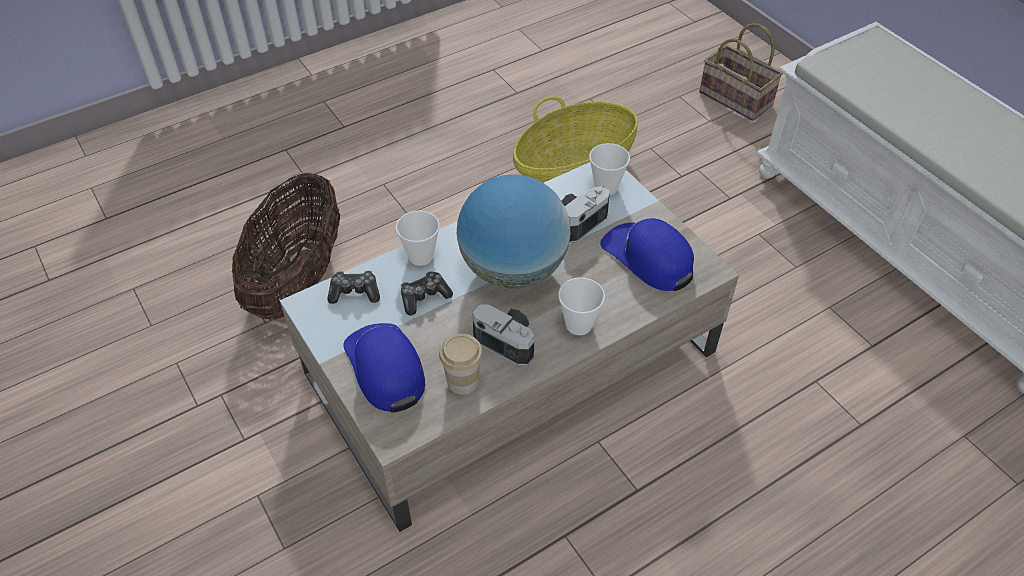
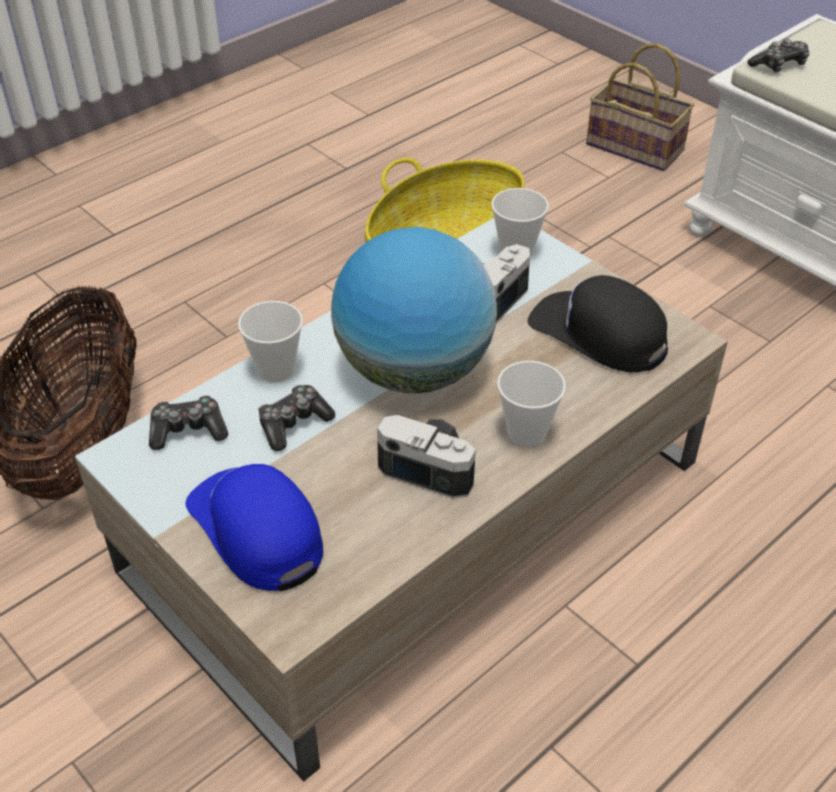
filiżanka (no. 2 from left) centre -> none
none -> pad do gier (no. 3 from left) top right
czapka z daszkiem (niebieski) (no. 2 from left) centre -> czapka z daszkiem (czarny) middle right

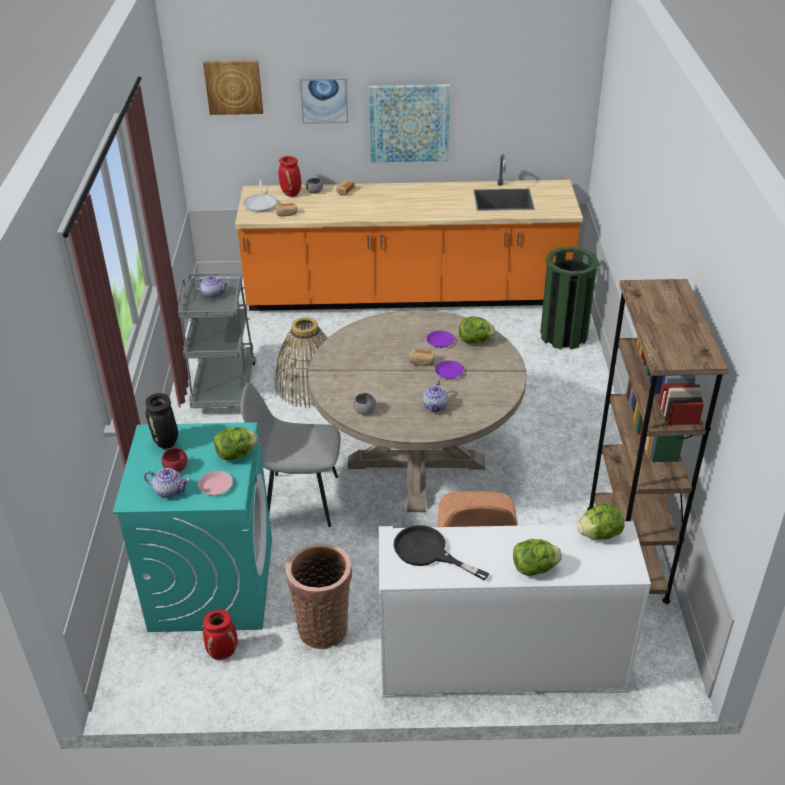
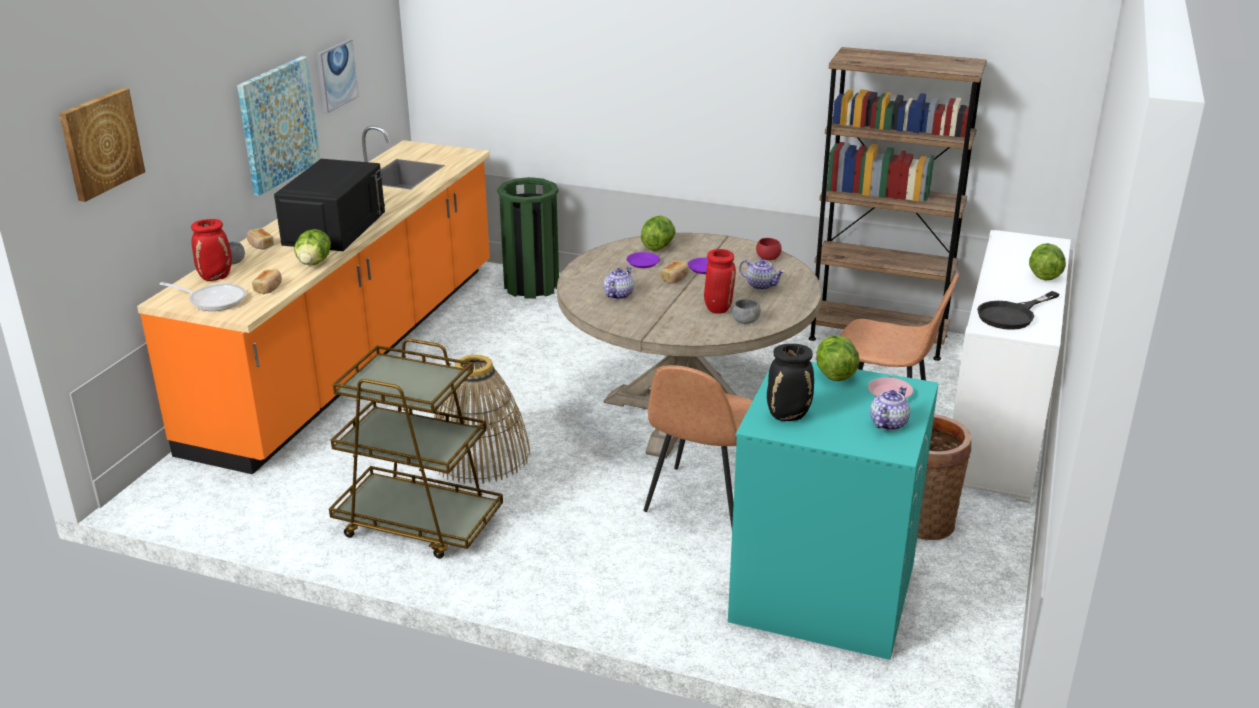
none -> mikrofalówka (czarny) top left
miska (czerwony) middle left -> miska (czerwony) centre, relocated
imbryk (no. 2 from left in the first image) middle left -> imbryk (no. 1 from left) centre, relocated
wazon (czerwony) (no. 1 from left in the first image) bottom left -> wazon (czerwony) (no. 2 from left) centre, relocated
obraz (no. 2 from left in the first image) top centre -> obraz (no. 3 from left) top left, relocated
sałata (no. 4 from left in the first image) middle right -> sałata (no. 1 from left) middle left, relocated
wózek (szary) middle left -> wózek (brązowy) middle left
krzesło (szary) centre -> krzesło (brązowy) (no. 1 from left) centre

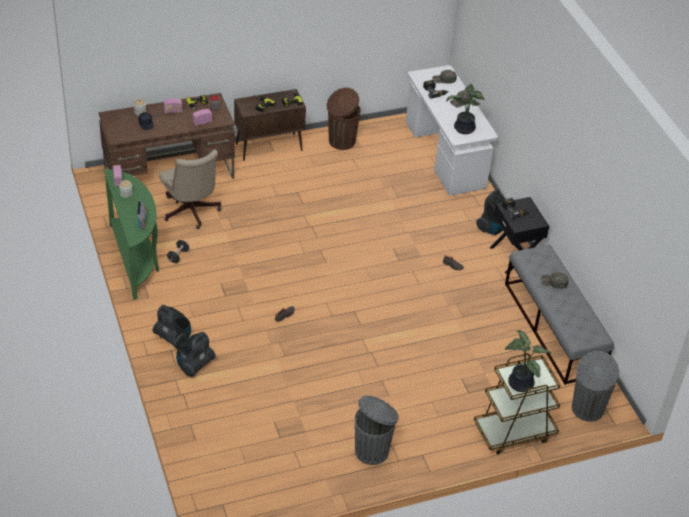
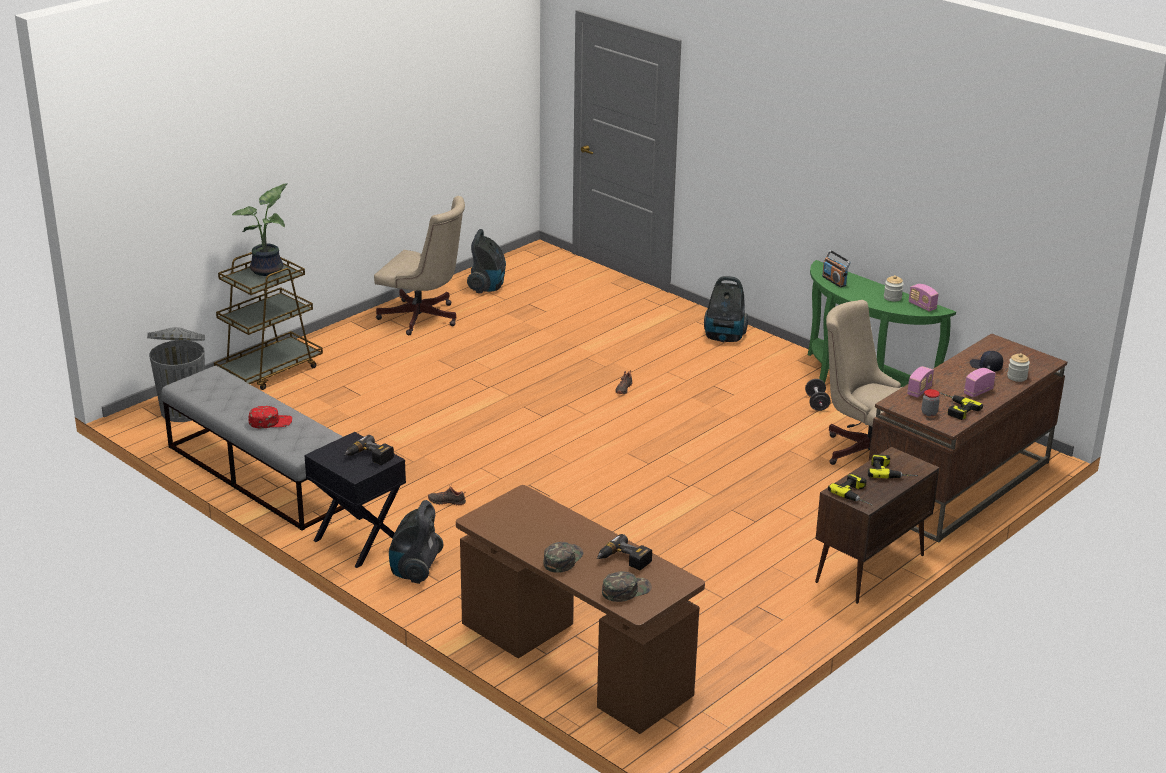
kosz na śmieci (brązowy) top centre -> none
roślina doniczkowa (no. 1 from left) top right -> none
odkurzacz (no. 2 from left) bottom left -> odkurzacz (no. 2 from left) centre, relocated
kosz na śmieci (szary) (no. 1 from left) bottom centre -> krzesło biurowe (beżowy) (no. 1 from left) centre
biurko (biały) top centre -> biurko (brązowy) (no. 1 from left) bottom centre
czapka z daszkiem (zielony) (no. 3 from left) middle right -> czapka z daszkiem (czerwony) middle left

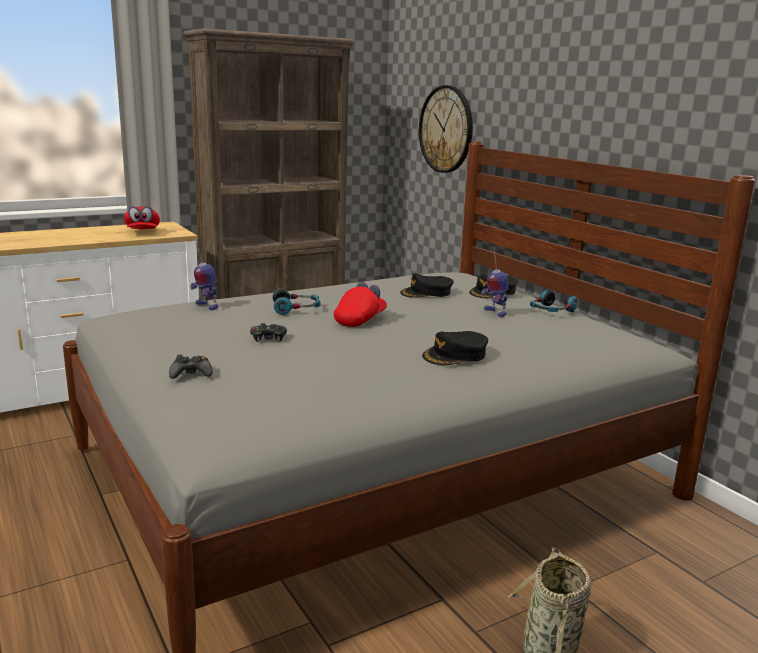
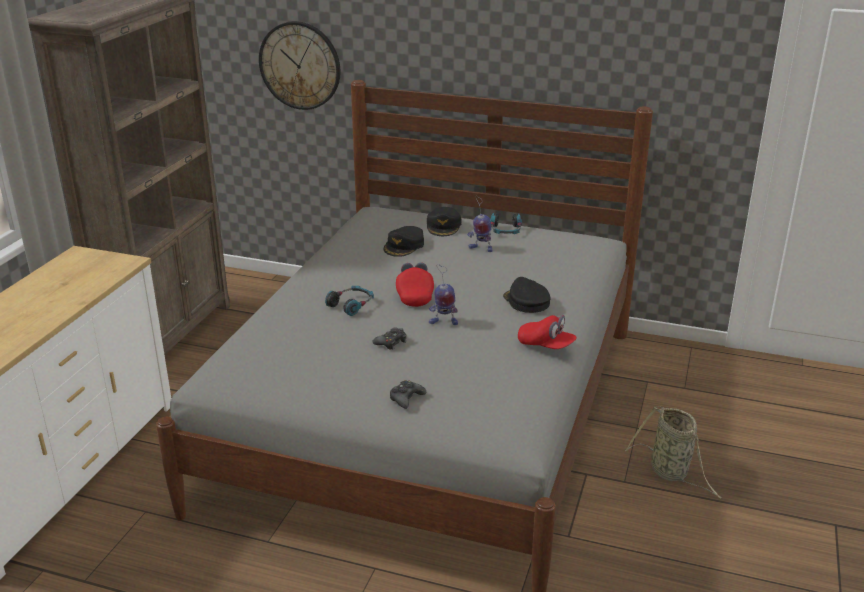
czapka z daszkiem (czerwony) (no. 1 from left in the first image) top left -> czapka z daszkiem (czerwony) (no. 2 from left) centre, relocated
robot zabawkowy (no. 1 from left) middle left -> robot zabawkowy (no. 1 from left) centre, relocated
czapka z daszkiem (czarny) (no. 2 from left in the first image) centre -> czapka z daszkiem (czarny) (no. 3 from left) centre, 135 degrees clockwise

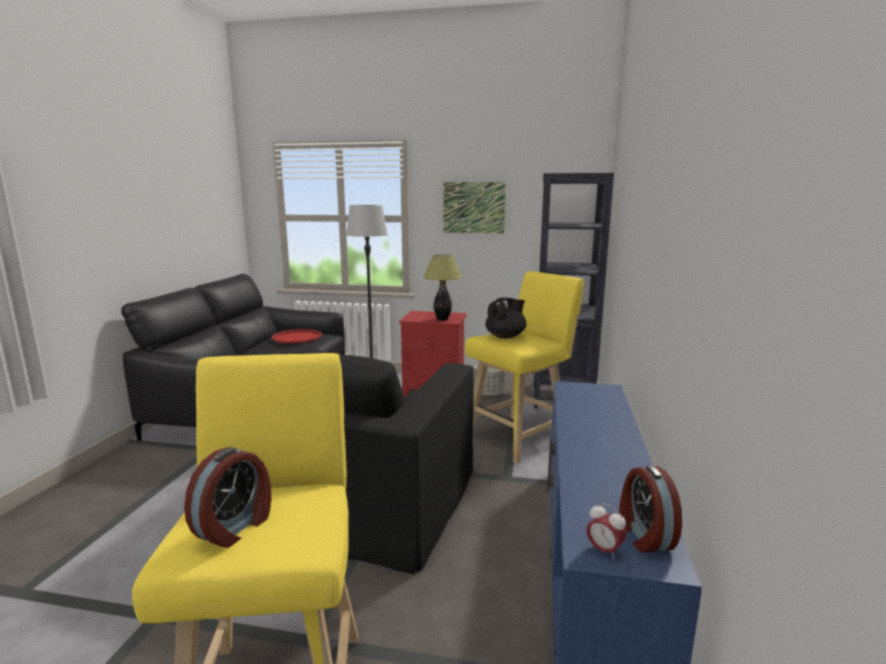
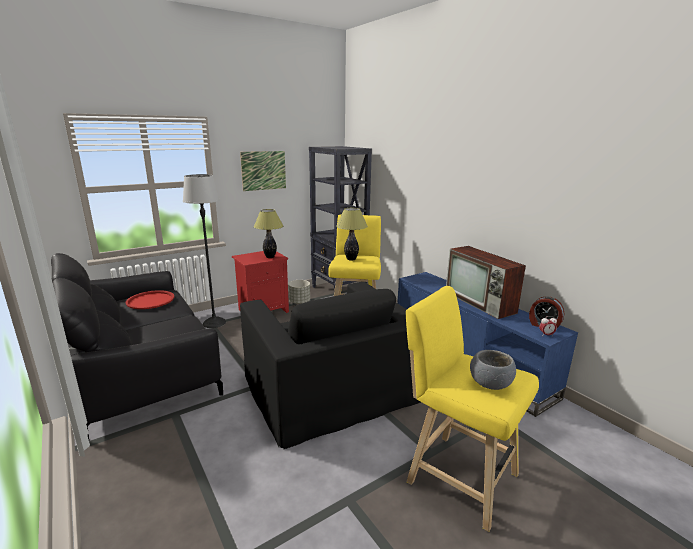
none -> telewizor middle right
budzik (no. 1 from left) bottom left -> miska (szary) bottom right
imbryk (czarny) centre -> lampa stołowa (no. 2 from left) centre

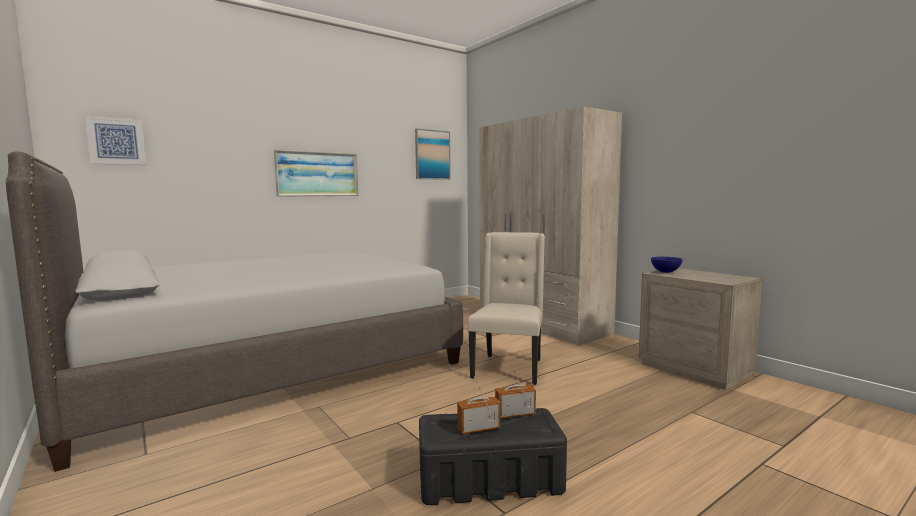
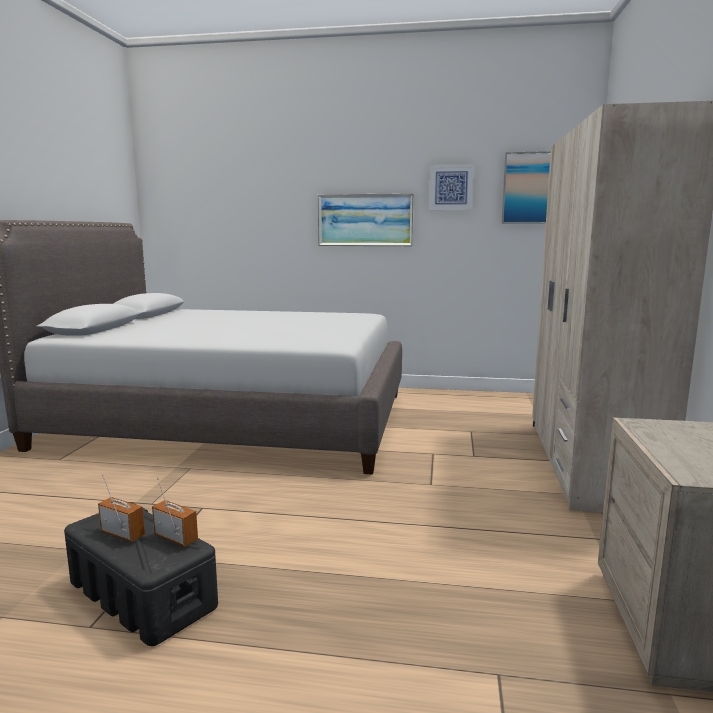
krzesło (beżowy) centre -> none
miska (niebieski) middle right -> none
obraz (no. 1 from left in the first image) top left -> obraz (no. 2 from left) top centre, relocated

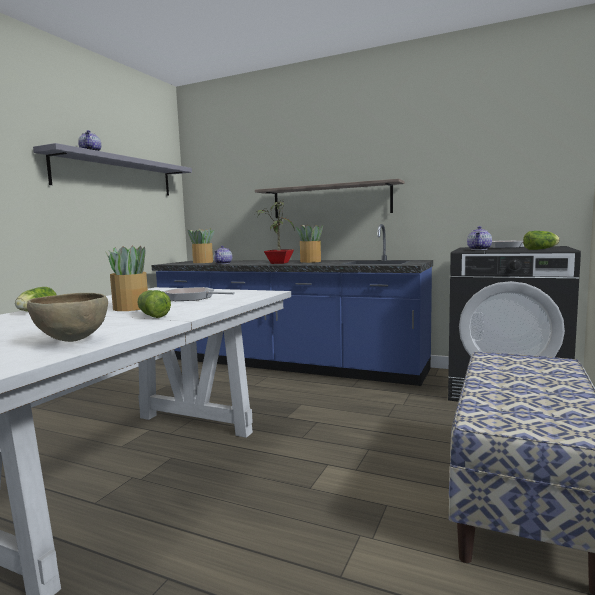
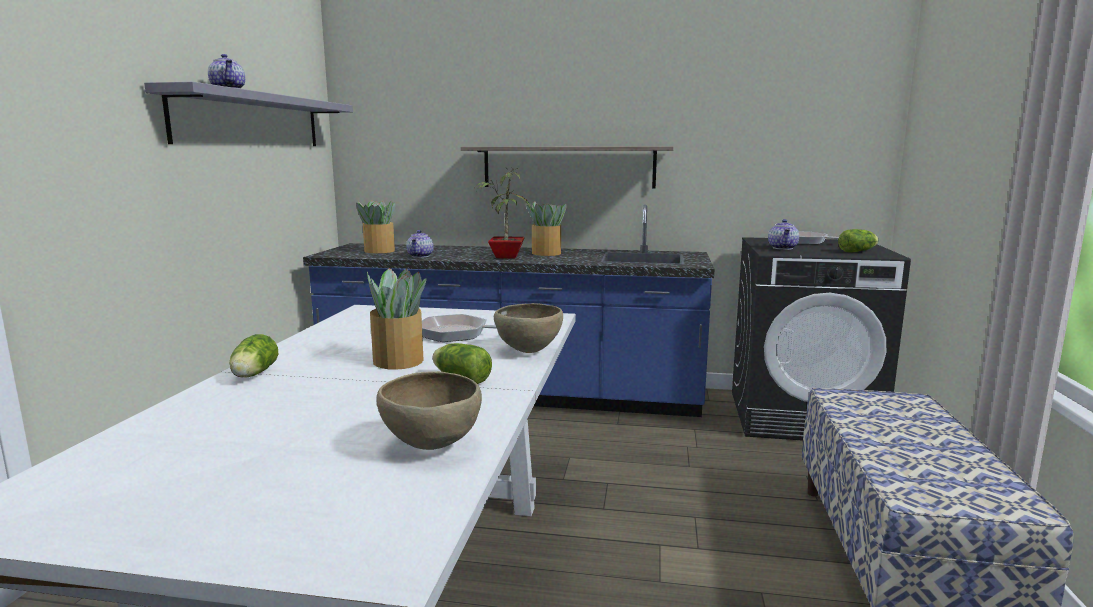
none -> miska (brązowy) (no. 2 from left) centre

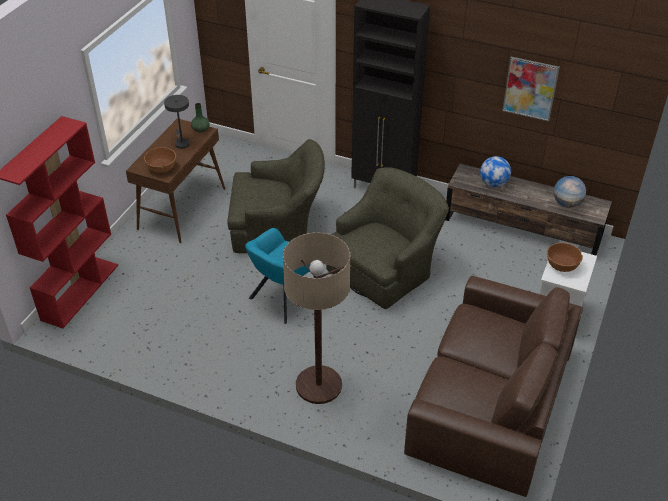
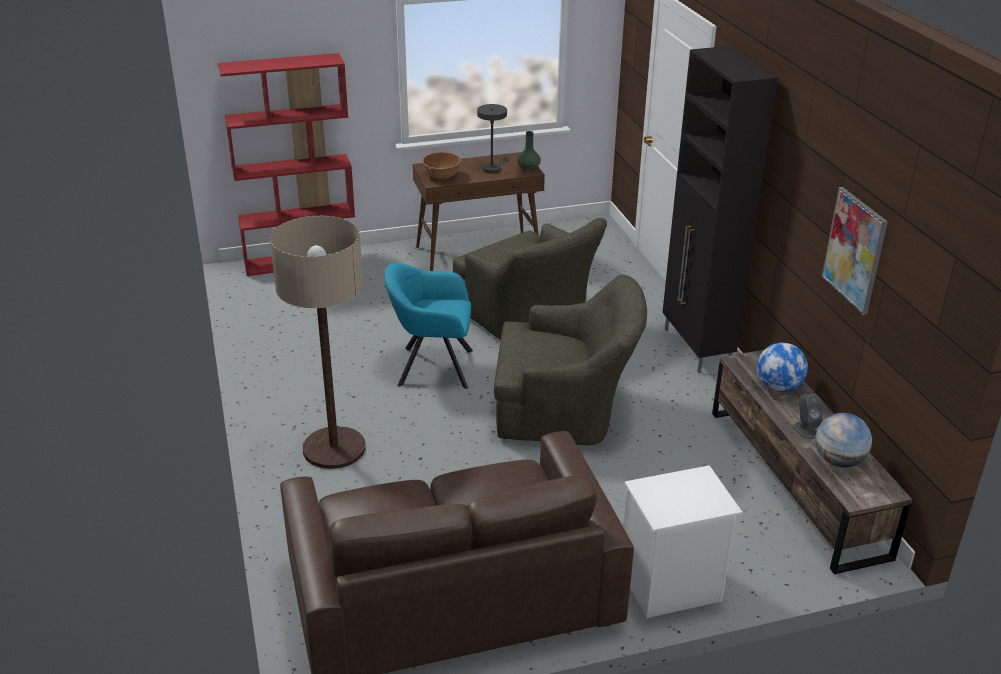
miska (brązowy) (no. 2 from left) middle right -> none
none -> głośnik (szary) middle right

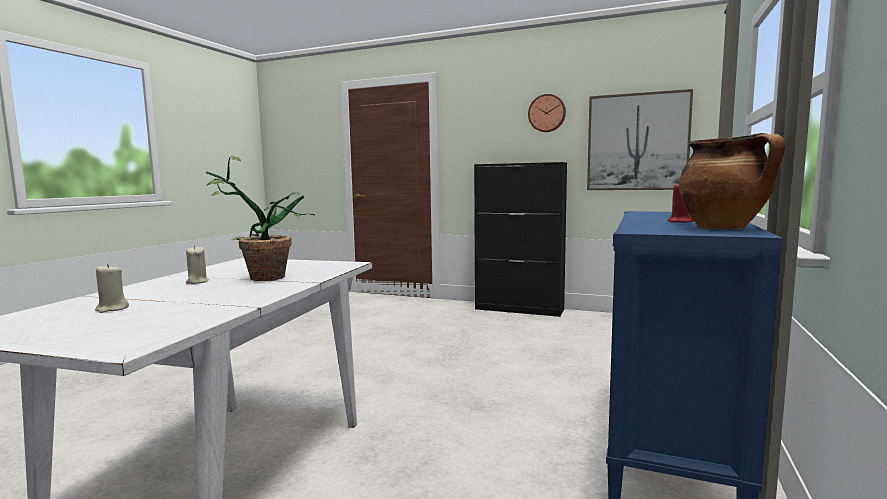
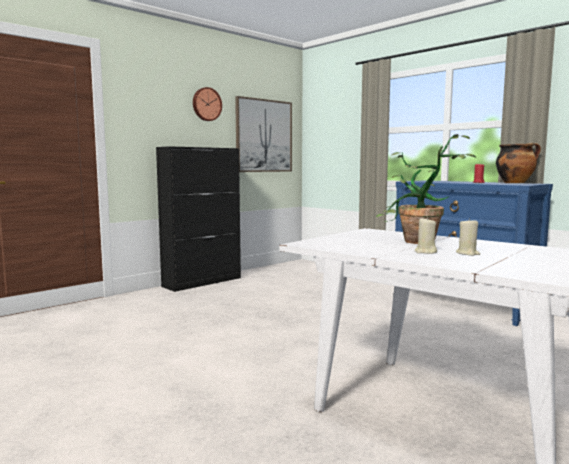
świeca (beżowy) (no. 1 from left in the first image) middle left -> świeca (beżowy) (no. 2 from left) middle right, relocated

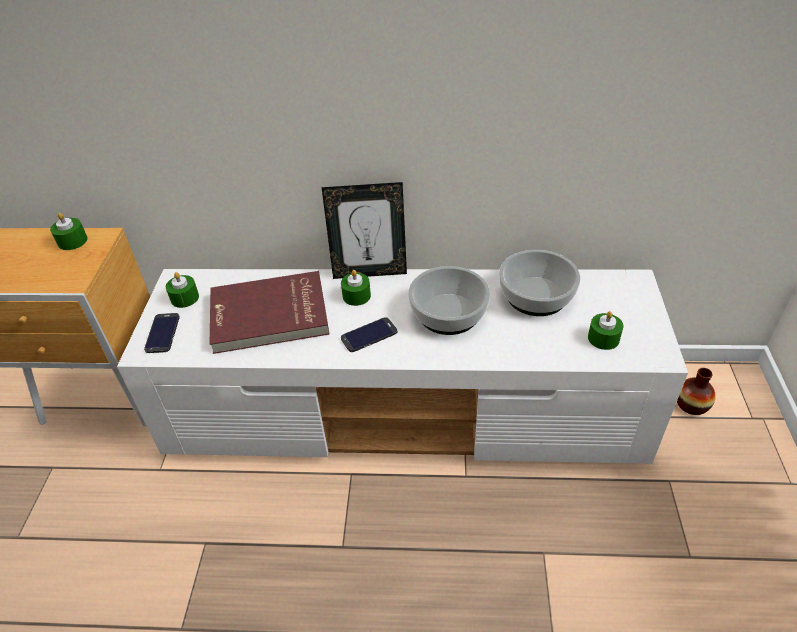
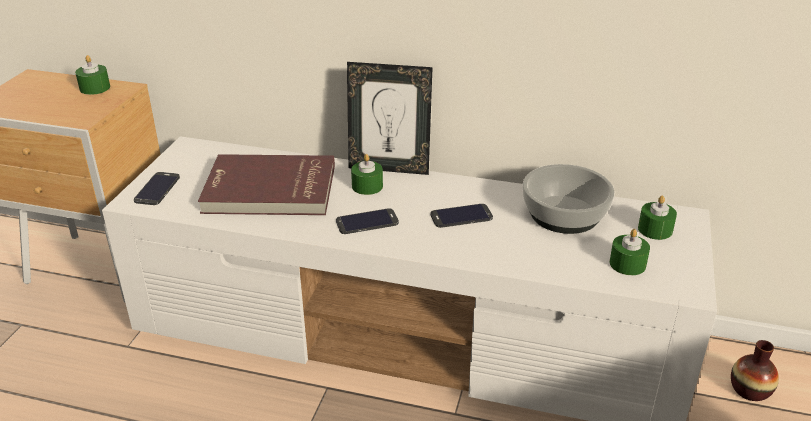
świeca (zielony) (no. 2 from left in the first image) middle left -> świeca (zielony) (no. 4 from left) middle right, relocated
miska (no. 1 from left) centre -> telefon (no. 3 from left) centre

